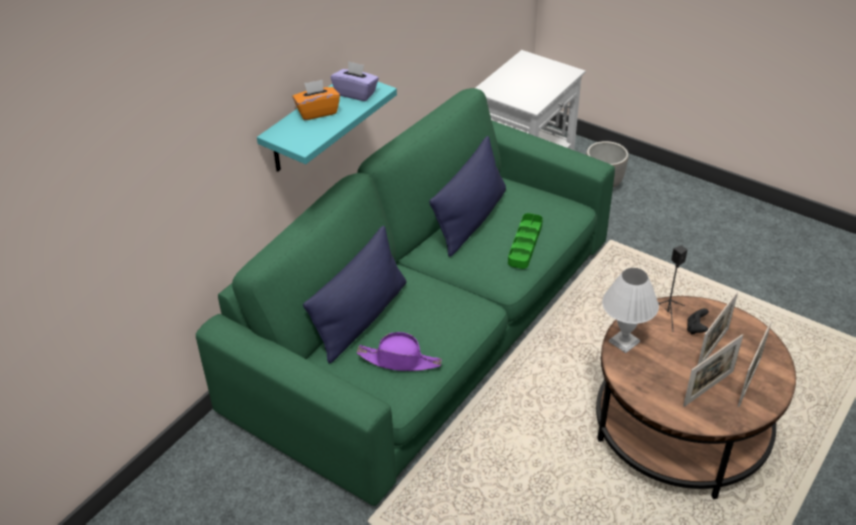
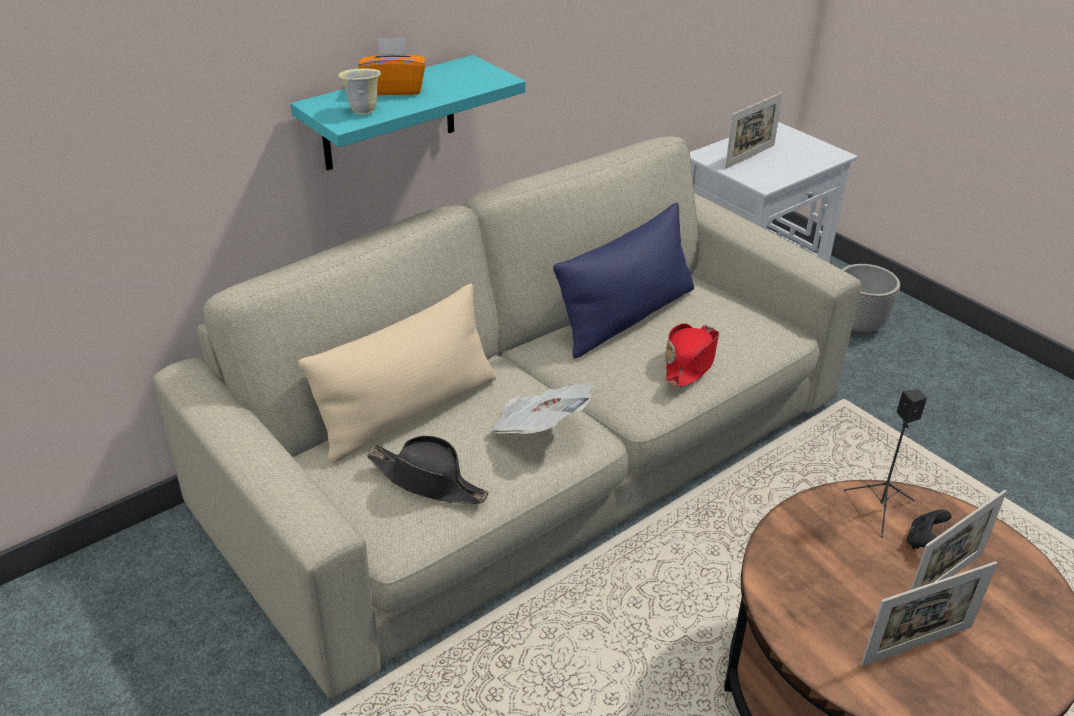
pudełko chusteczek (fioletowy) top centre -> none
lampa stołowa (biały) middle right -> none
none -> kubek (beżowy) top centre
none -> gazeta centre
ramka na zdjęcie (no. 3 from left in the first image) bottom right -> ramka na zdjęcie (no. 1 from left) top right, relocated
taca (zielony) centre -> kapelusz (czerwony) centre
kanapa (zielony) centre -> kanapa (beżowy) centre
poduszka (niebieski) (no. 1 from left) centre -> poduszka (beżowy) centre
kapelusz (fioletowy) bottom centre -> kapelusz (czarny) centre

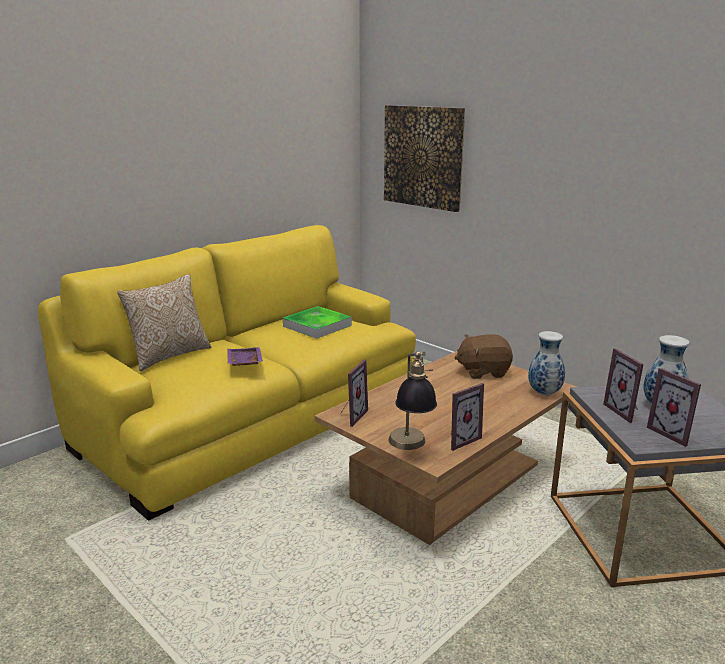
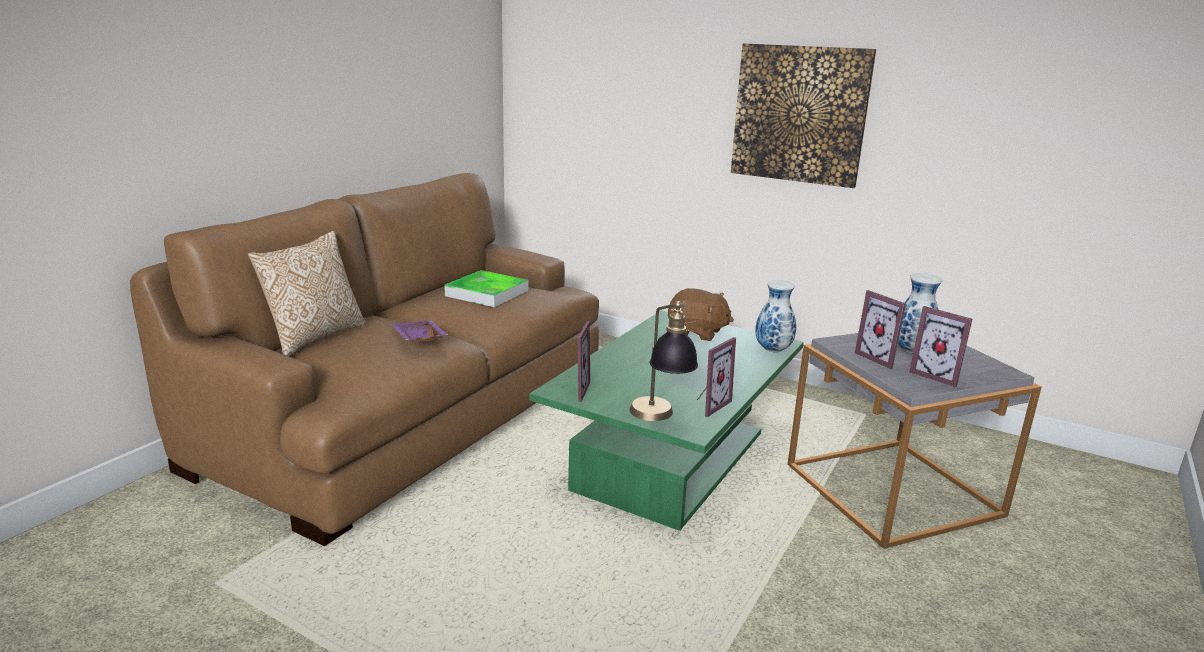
obraz top centre -> obraz top right, relocated
kanapa (żółty) middle left -> kanapa (brązowy) middle left
ława (brązowy) bottom centre -> ława (zielony) centre
pluszak (brązowy) centre, 135 degrees counterclockwise

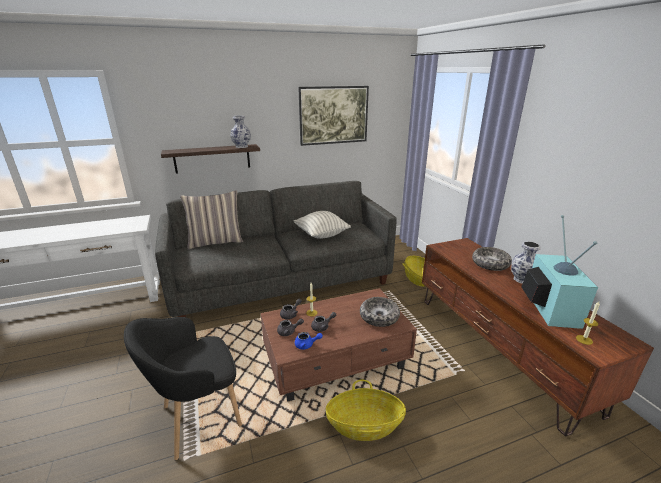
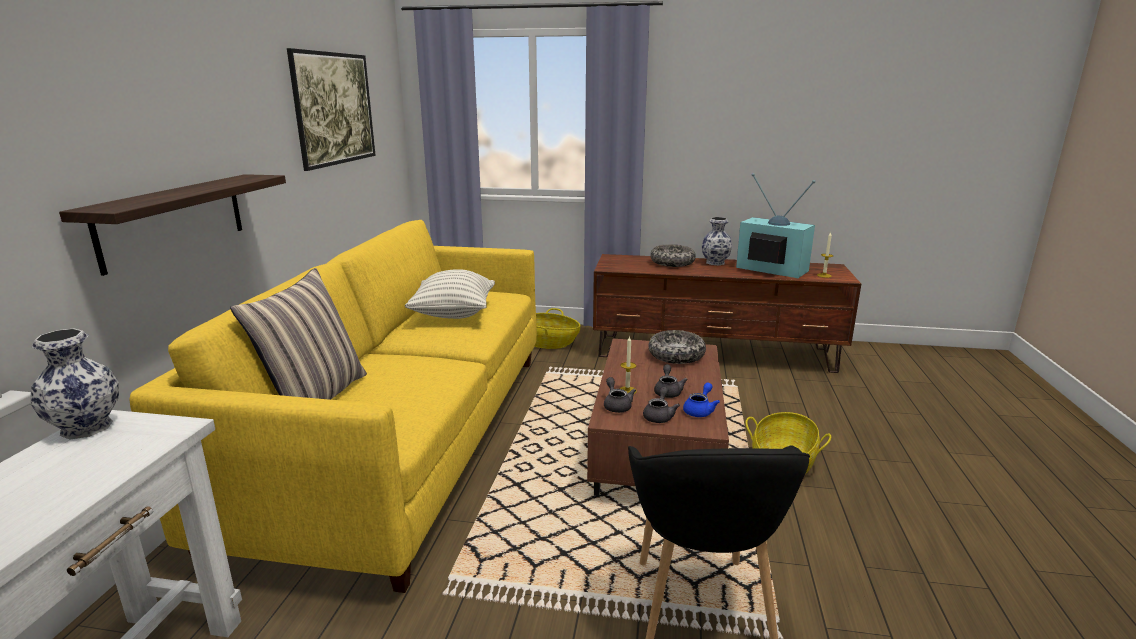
wazon (no. 1 from left) top centre -> wazon (no. 1 from left) middle left, relocated
kanapa (szary) centre -> kanapa (żółty) middle left

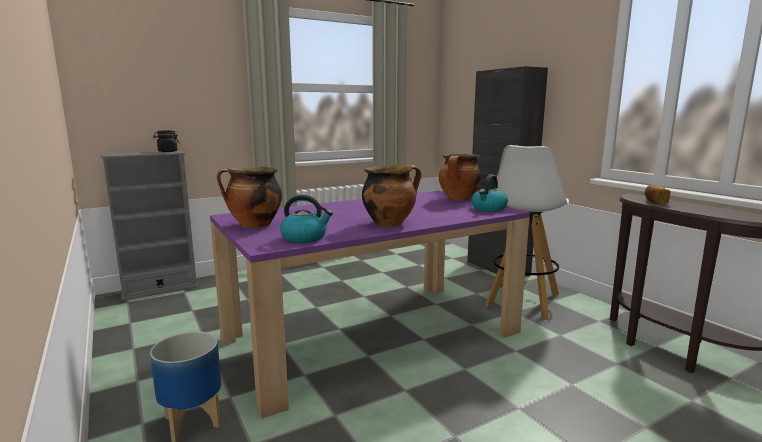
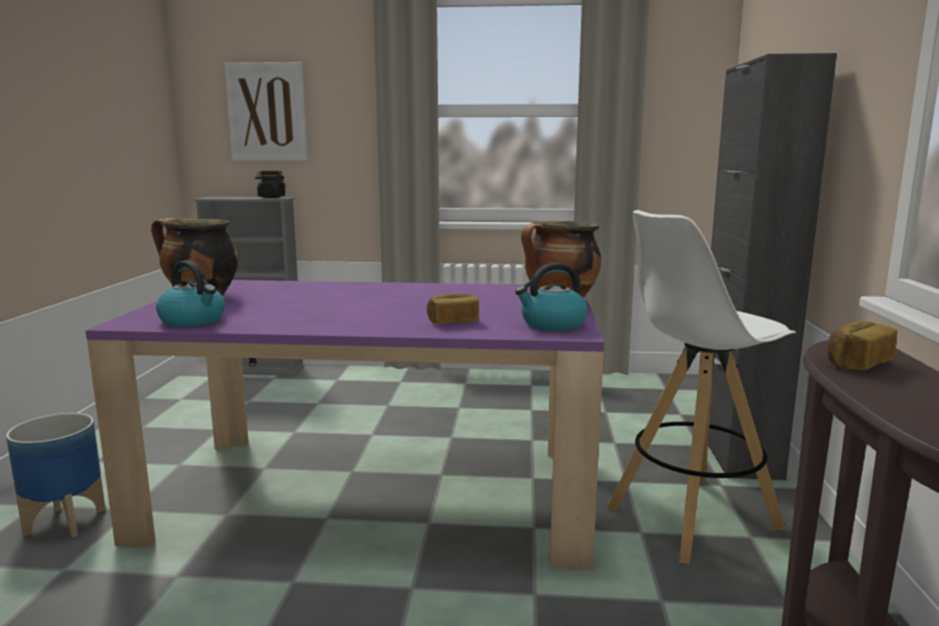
garnek (no. 2 from left) centre -> none
none -> obraz top left
none -> chleb (no. 1 from left) centre

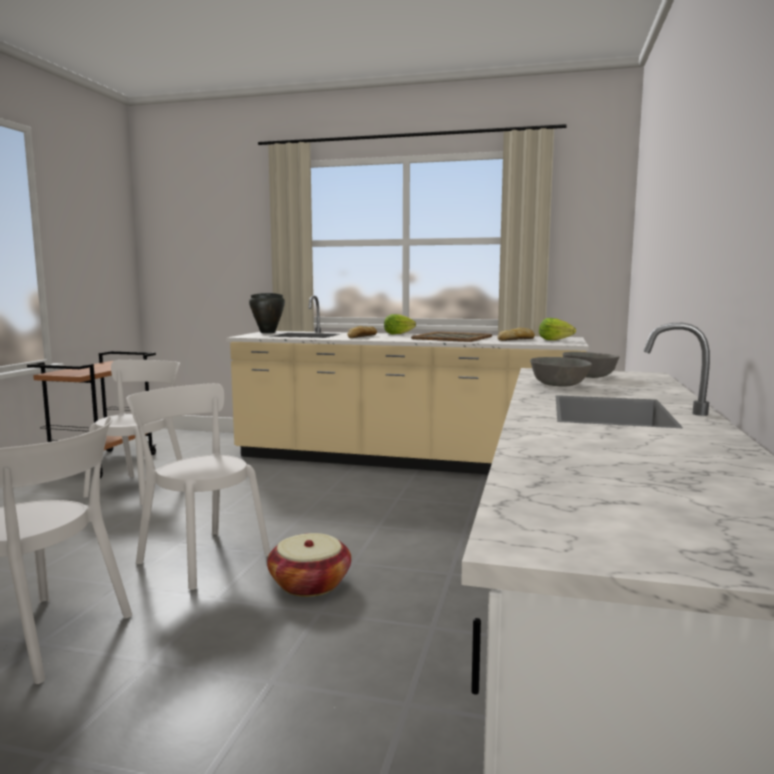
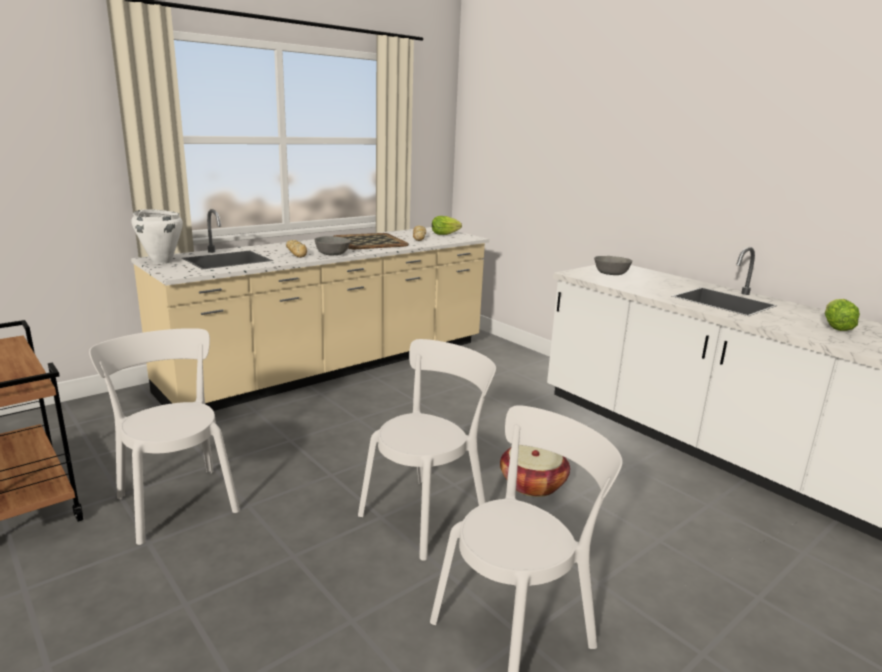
sałata (no. 1 from left in the first image) centre -> sałata (no. 2 from left) middle right, relocated
miska (szary) (no. 1 from left) middle right -> miska (szary) (no. 1 from left) centre, relocated
garnek (czarny) centre -> garnek (biały) middle left
krzesło (biały) (no. 3 from left in the first image) middle left -> krzesło (biały) (no. 2 from left) bottom centre, 150 degrees clockwise

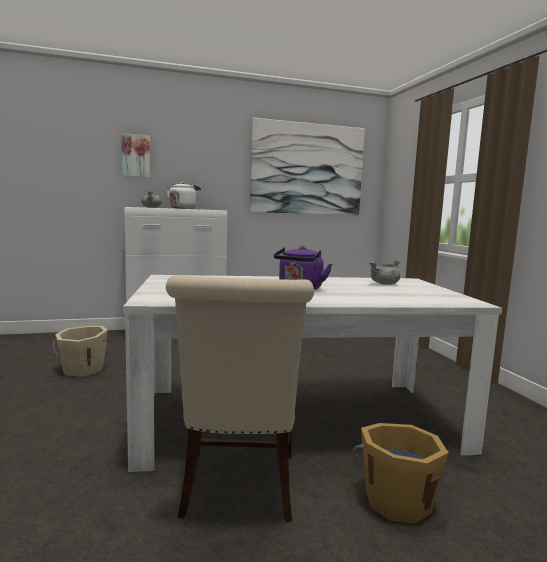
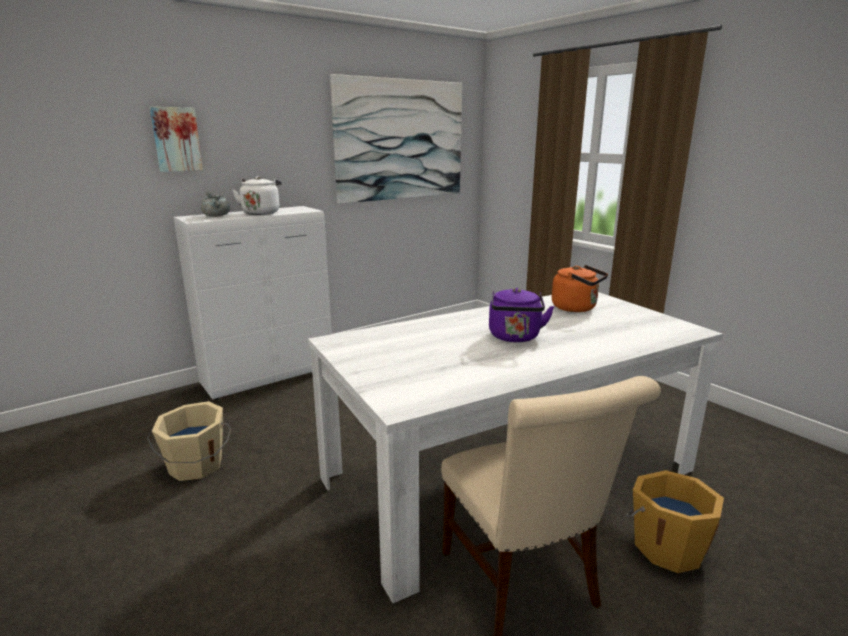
garnek (szary) (no. 2 from left) middle right -> czajnik (pomarańczowy) middle right

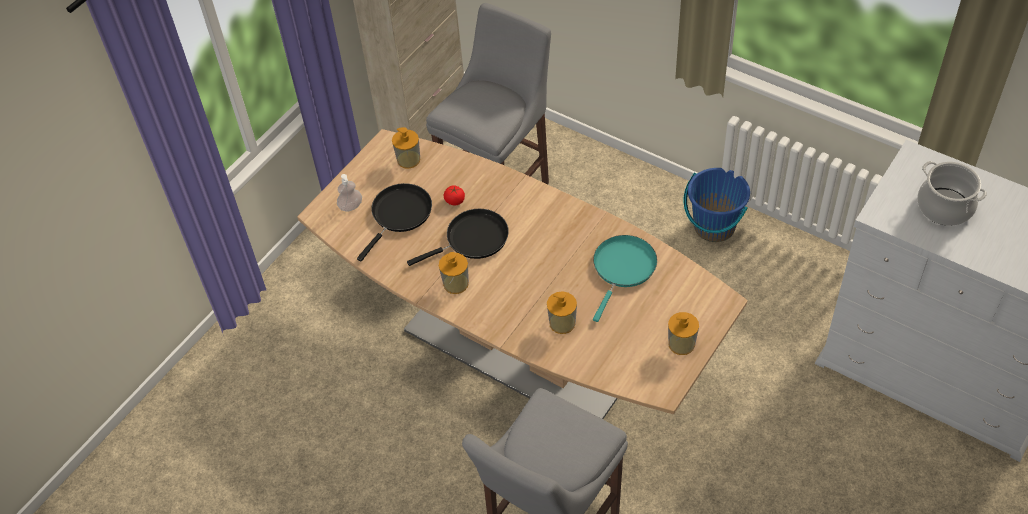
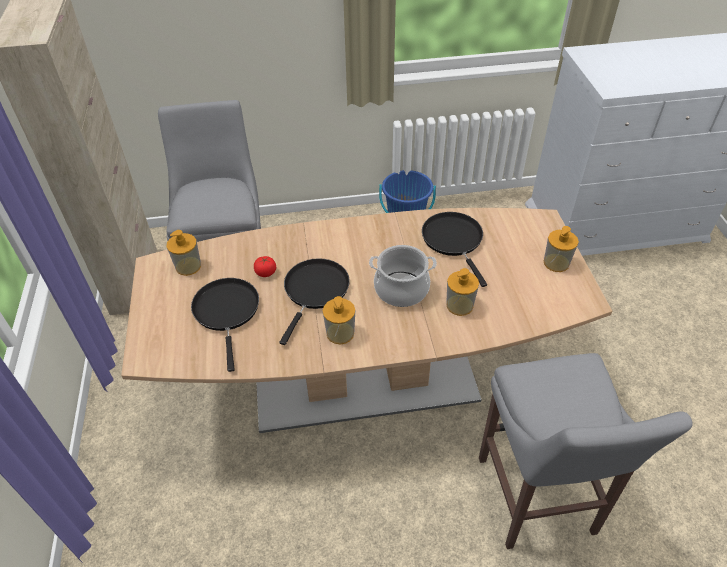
dozownik mydła (no. 1 from left) centre -> none
garnek middle right -> garnek centre, relocated
patelnia (turkusowy) centre -> patelnia (czarny) (no. 3 from left) centre

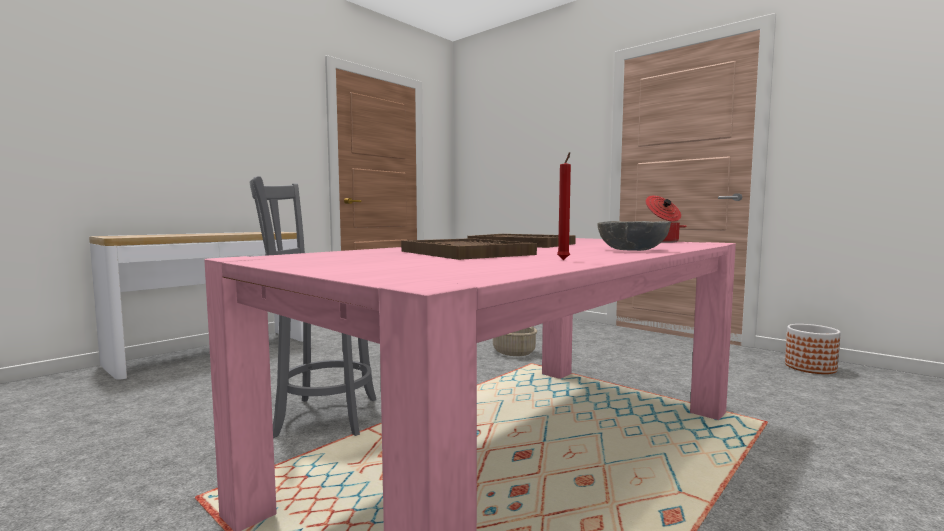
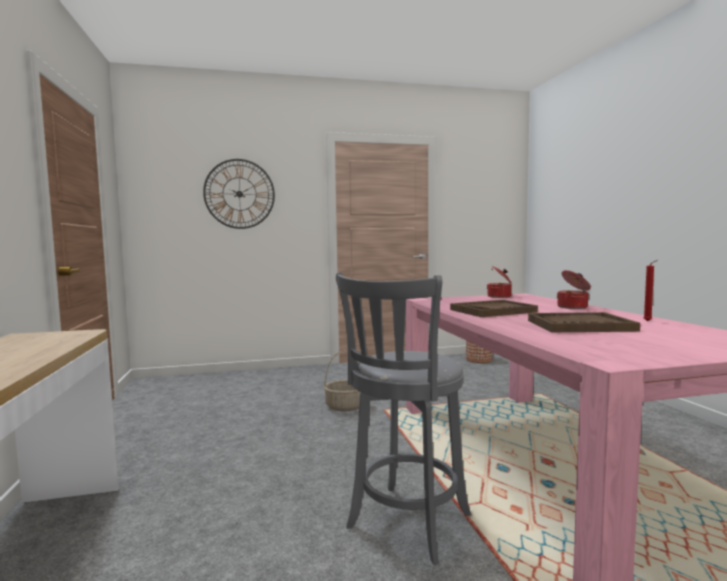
none -> zegar ścienny middle left
miska (szary) middle right -> garnek (no. 2 from left) middle right

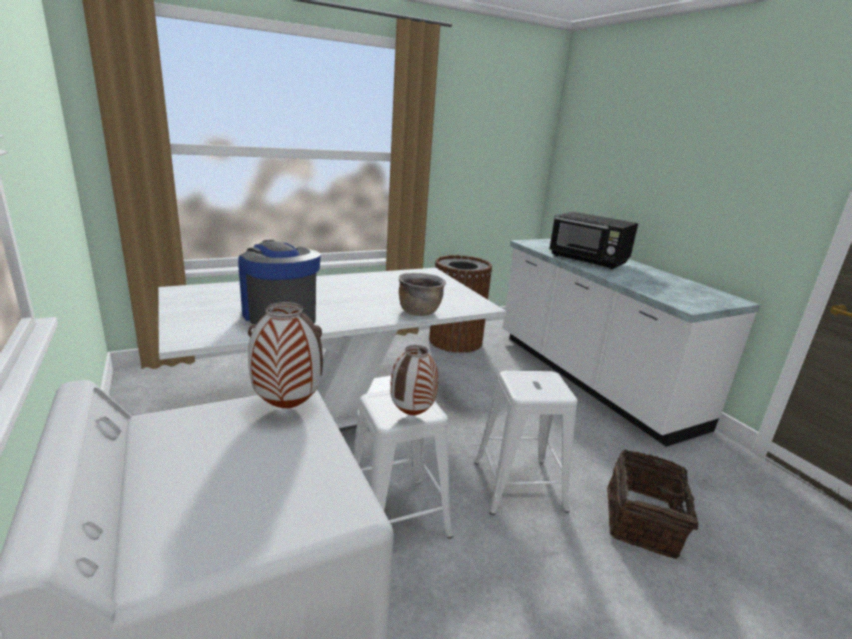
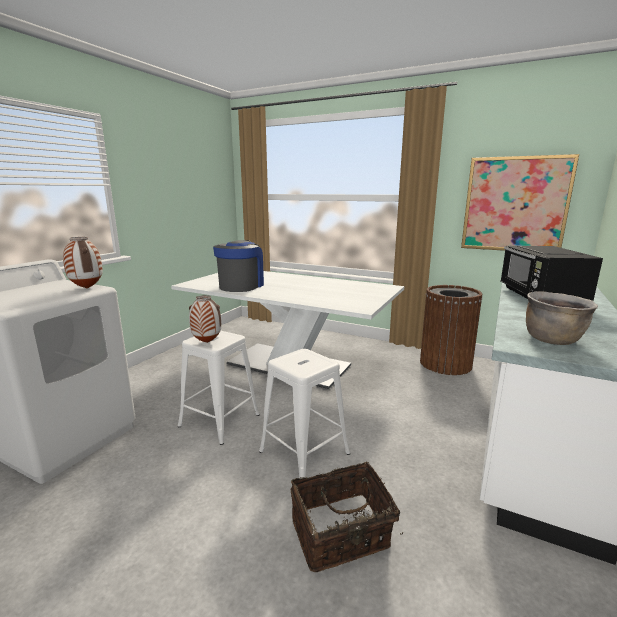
none -> obraz top right
garnek (brązowy) centre -> garnek (brązowy) middle right, relocated

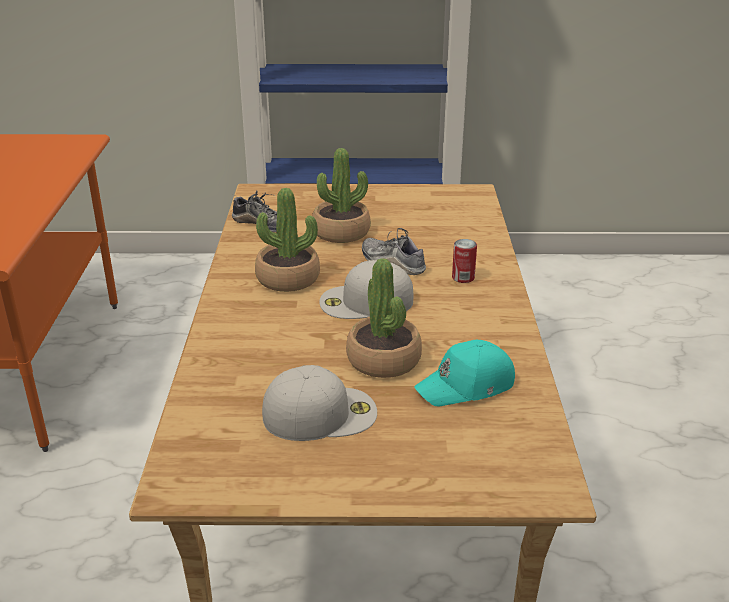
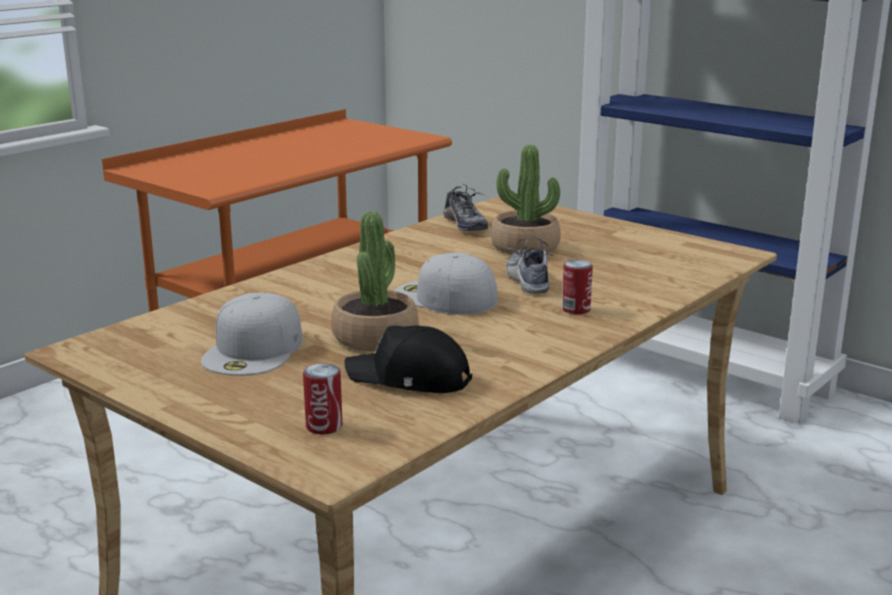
roślina doniczkowa (no. 1 from left) centre -> none
none -> puszka (no. 1 from left) bottom centre
czapka z daszkiem (turkusowy) centre -> czapka z daszkiem (czarny) centre
czapka z daszkiem (biały) (no. 1 from left) bottom centre -> czapka z daszkiem (biały) (no. 1 from left) middle left, 75 degrees clockwise

